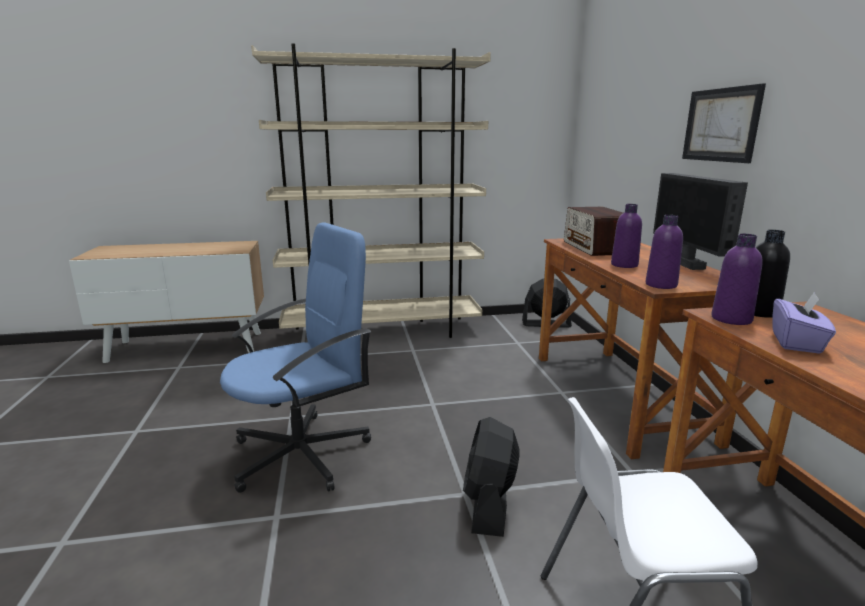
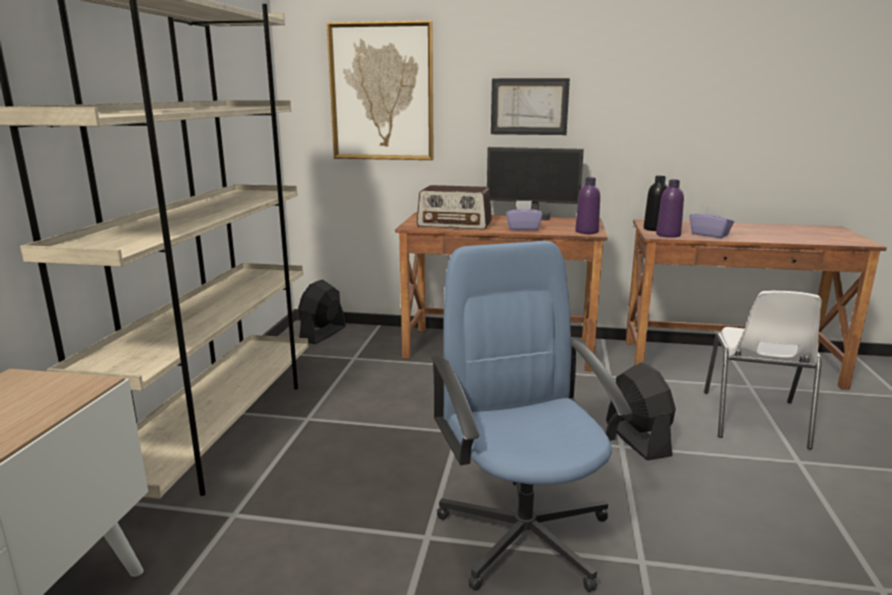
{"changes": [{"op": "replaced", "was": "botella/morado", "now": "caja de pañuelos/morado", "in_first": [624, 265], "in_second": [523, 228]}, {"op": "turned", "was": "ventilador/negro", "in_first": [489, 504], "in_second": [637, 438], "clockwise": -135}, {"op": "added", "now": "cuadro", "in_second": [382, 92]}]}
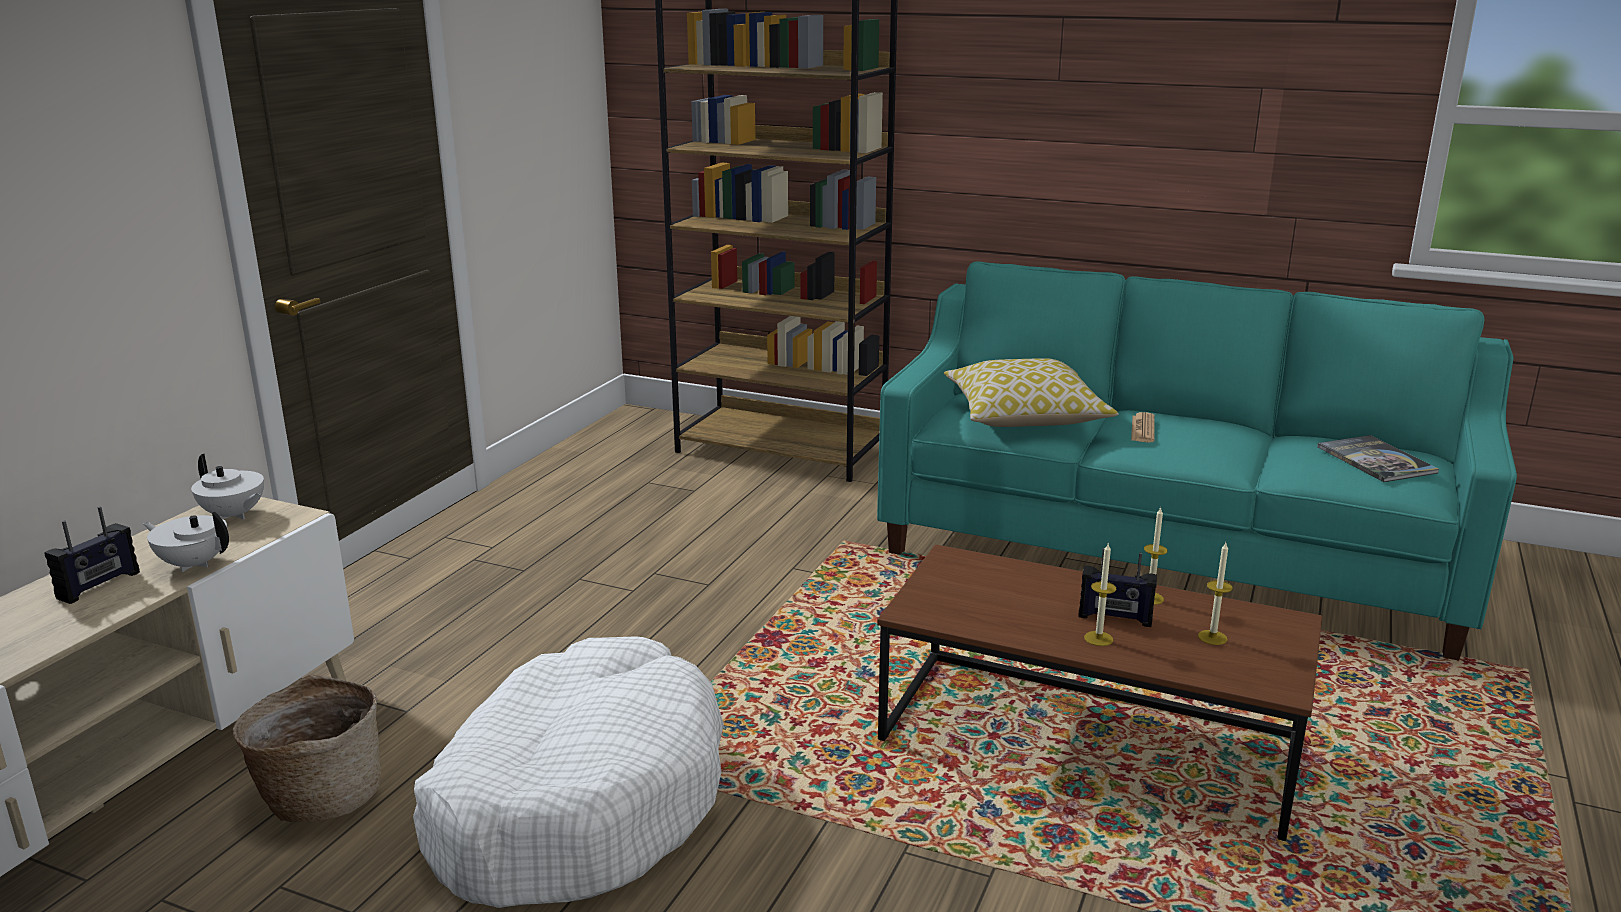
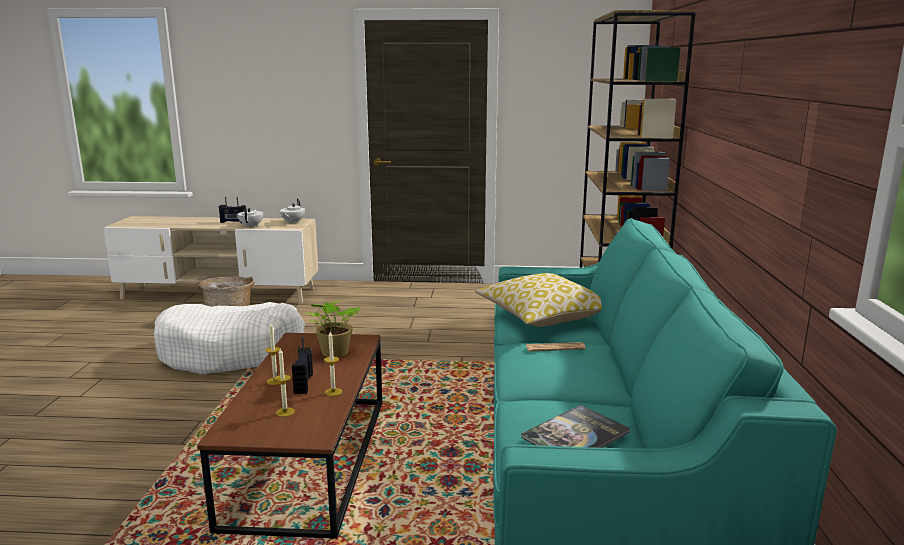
{"changes": [{"op": "added", "now": "planta en maceta", "in_second": [334, 353]}]}
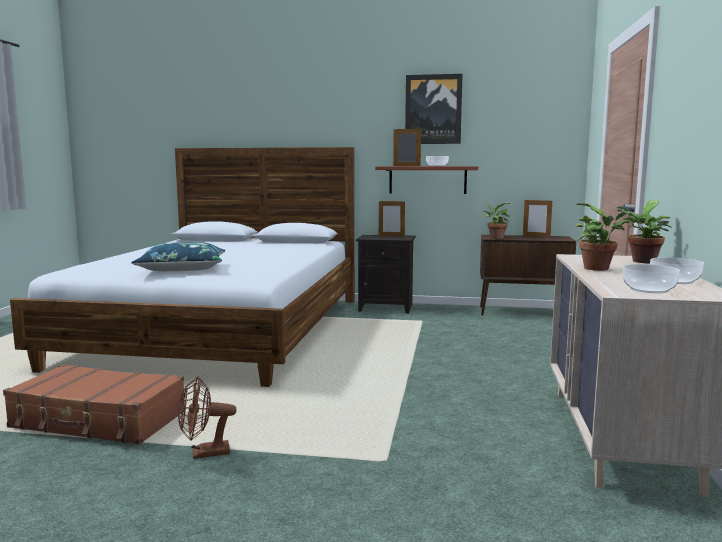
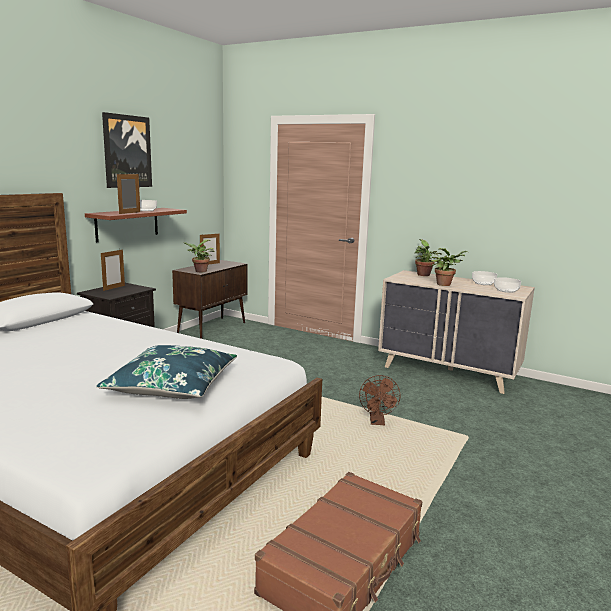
{"changes": [{"op": "moved", "was": "ventilador/marrón", "in_first": [204, 453], "in_second": [377, 422]}]}
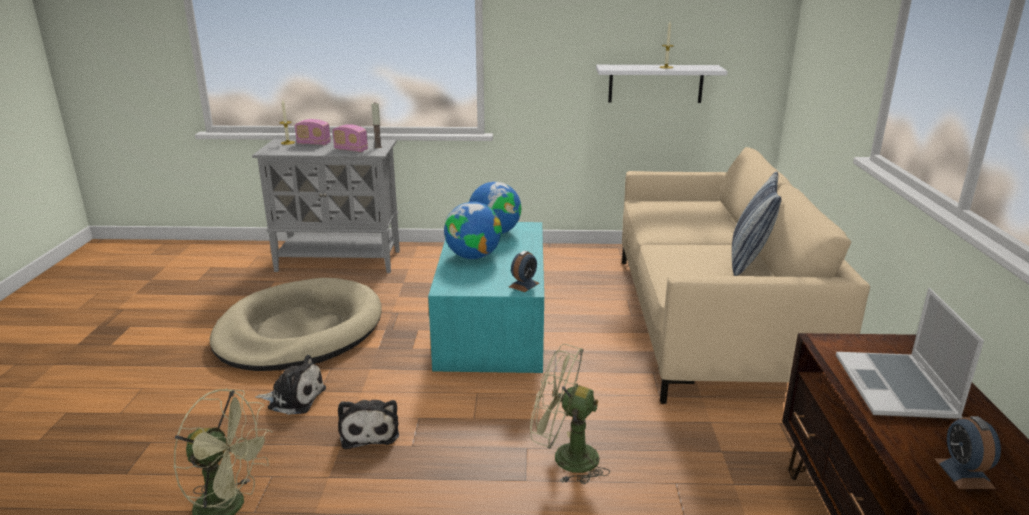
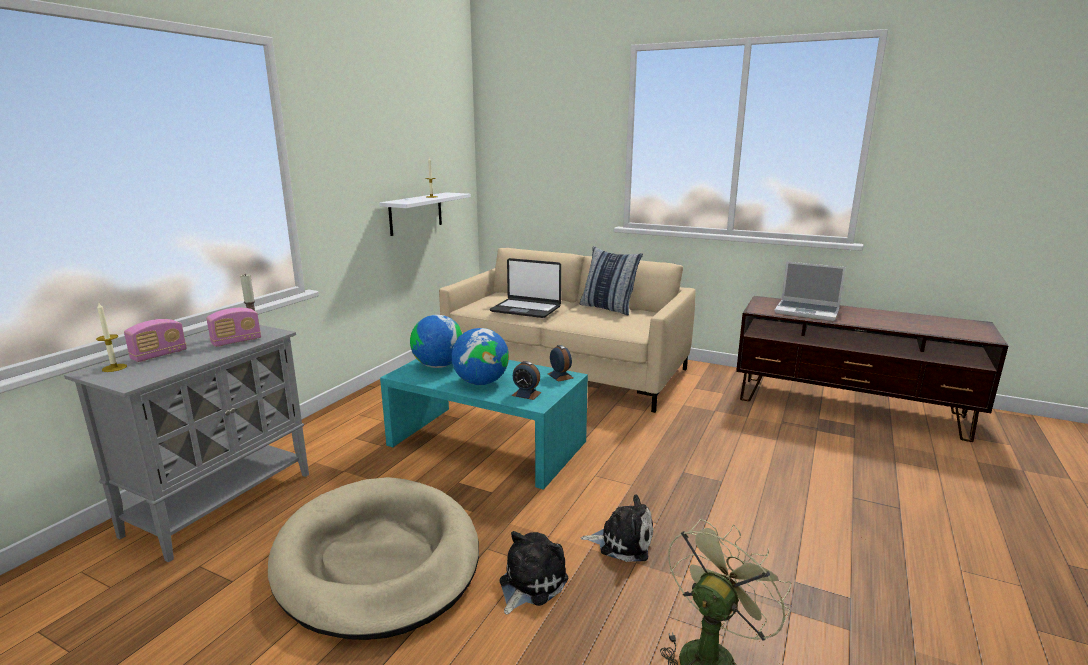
{"changes": [{"op": "removed", "was": "ventilador/verde", "in_first": [565, 458]}, {"op": "moved", "was": "despertador", "in_first": [964, 473], "in_second": [526, 394]}, {"op": "added", "now": "portátil", "in_second": [526, 309]}]}
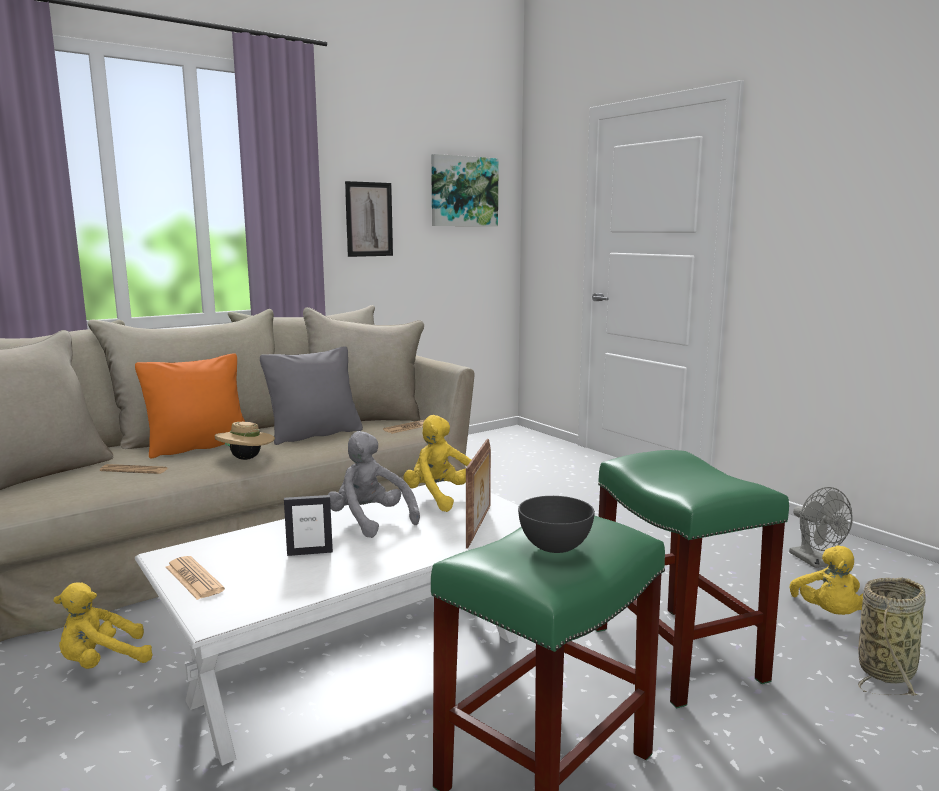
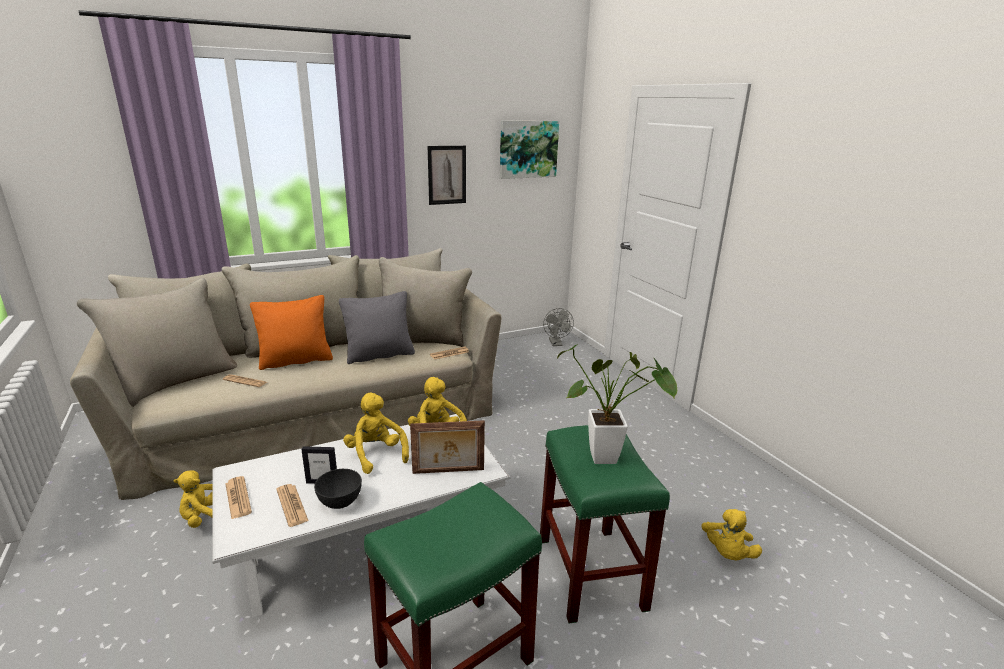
{"changes": [{"op": "removed", "was": "sombrero/beis", "in_first": [246, 459]}, {"op": "recoloured", "was": "peluche/gris", "now": "peluche/amarillo", "in_first": [370, 521], "in_second": [376, 454]}, {"op": "turned", "was": "portarretratos", "in_first": [479, 528], "in_second": [448, 472], "clockwise": 60}, {"op": "moved", "was": "ventilador/gris", "in_first": [815, 562], "in_second": [556, 344]}, {"op": "moved", "was": "cuenco/gris", "in_first": [555, 546], "in_second": [340, 502]}, {"op": "removed", "was": "cesta", "in_first": [887, 669]}, {"op": "added", "now": "planta en maceta", "in_second": [610, 458]}, {"op": "added", "now": "periódico", "in_second": [292, 505]}]}
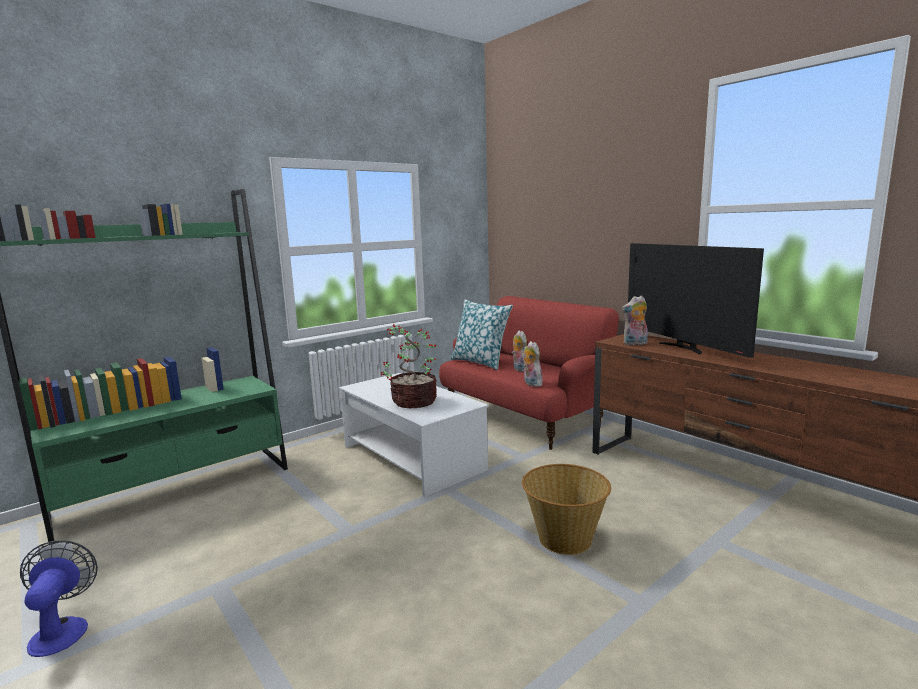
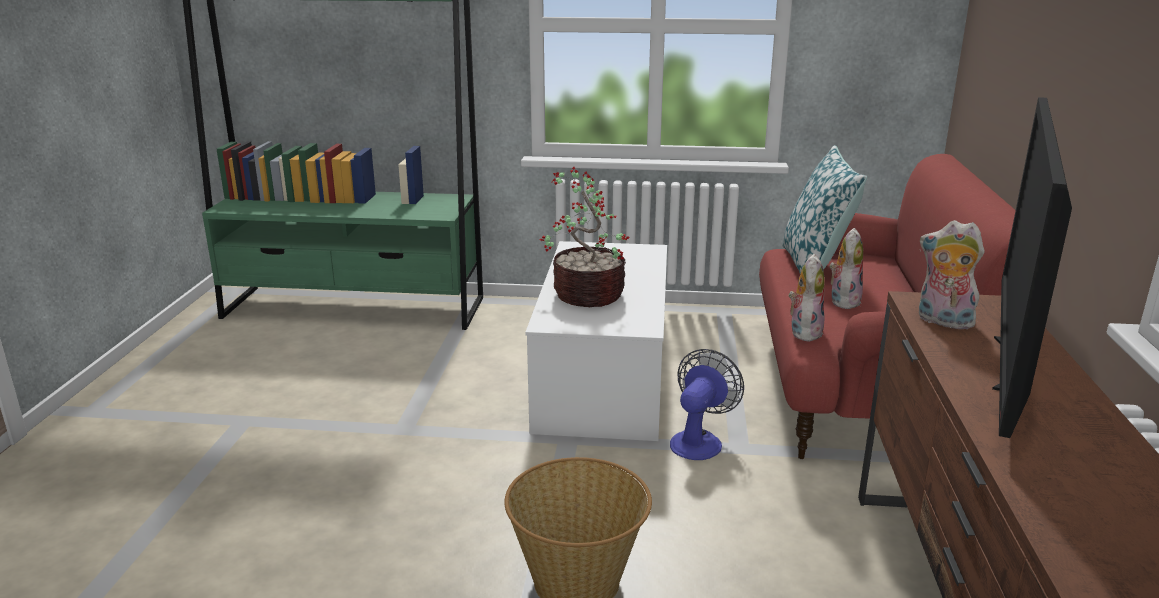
{"changes": [{"op": "moved", "was": "ventilador", "in_first": [62, 629], "in_second": [699, 440]}]}
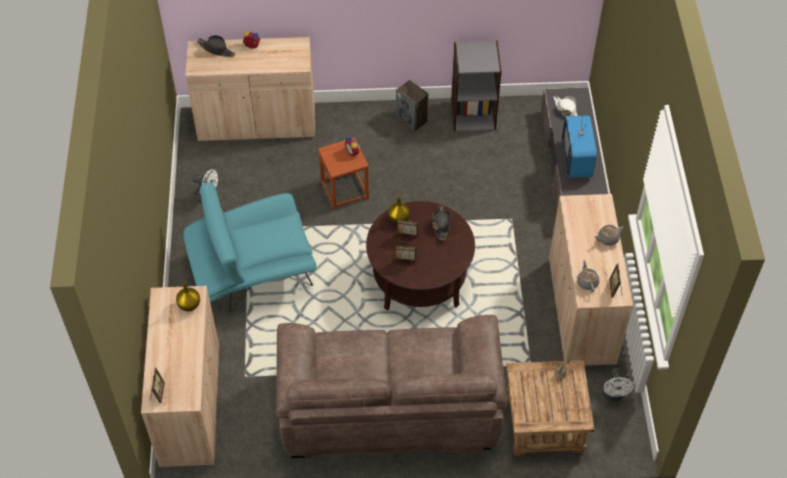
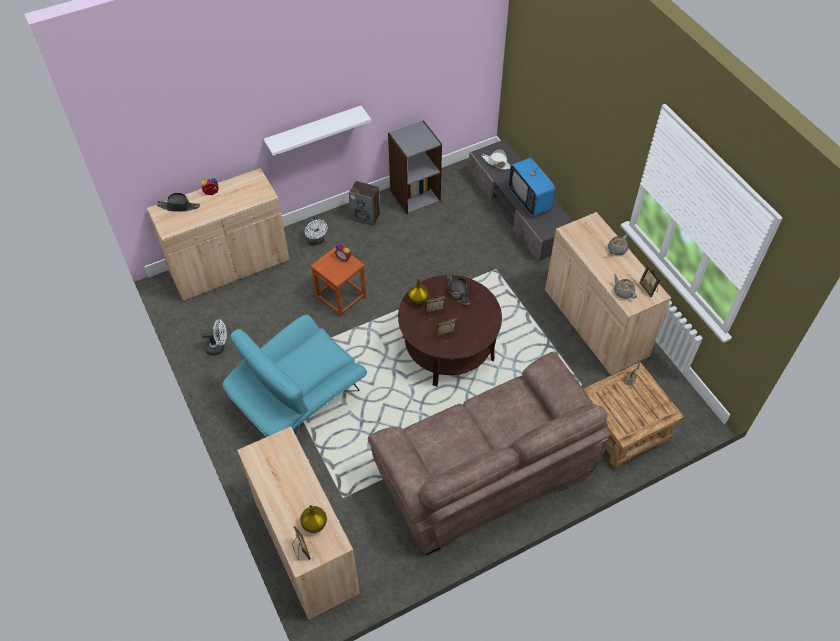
{"changes": [{"op": "moved", "was": "florero/amarillo", "in_first": [189, 305], "in_second": [314, 524]}, {"op": "moved", "was": "ventilador/blanco", "in_first": [613, 395], "in_second": [316, 241]}, {"op": "added", "now": "estante/blanco", "in_second": [314, 131]}]}
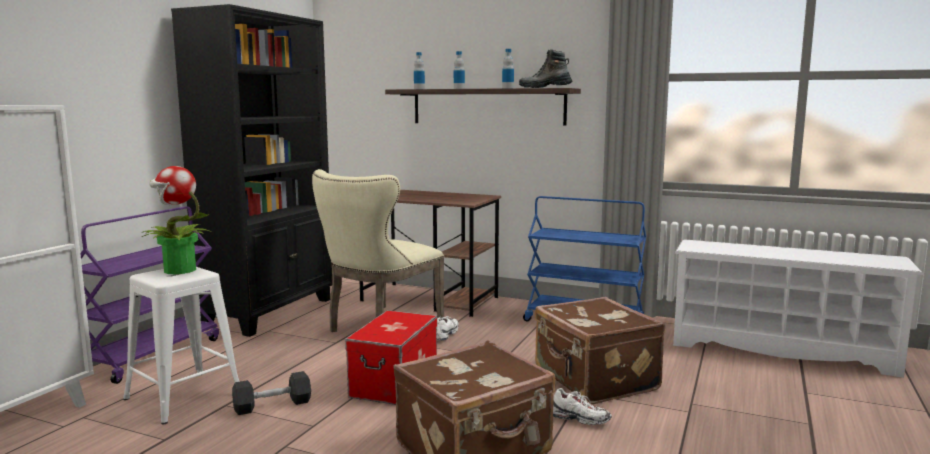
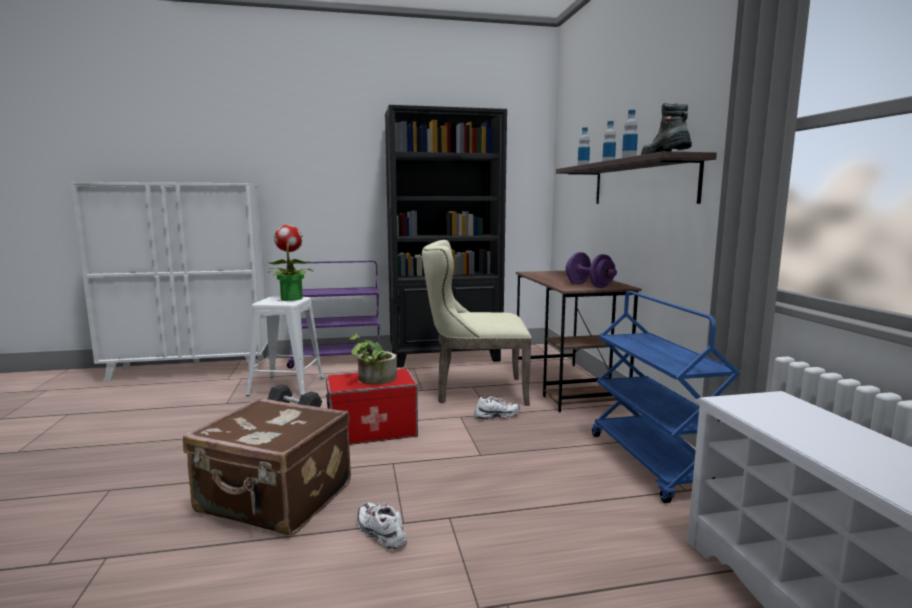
{"changes": [{"op": "removed", "was": "maleta/marrón", "in_first": [594, 380]}, {"op": "turned", "was": "zapato/blanco", "in_first": [579, 419], "in_second": [380, 533], "clockwise": 150}, {"op": "added", "now": "mancuerna/morado", "in_second": [589, 285]}, {"op": "added", "now": "planta en maceta", "in_second": [373, 380]}]}
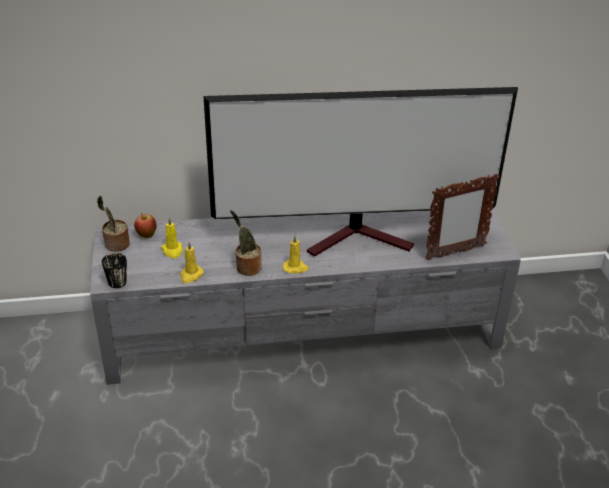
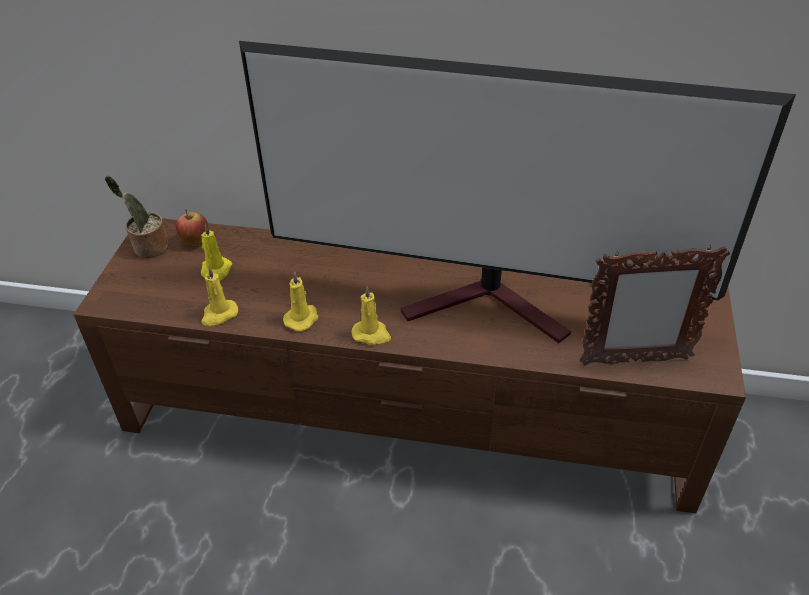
{"changes": [{"op": "recoloured", "was": "mueble de televisión/gris", "now": "mueble de televisión/marrón", "in_first": [304, 331], "in_second": [410, 414]}, {"op": "replaced", "was": "planta en maceta", "now": "vela/amarillo", "in_first": [247, 267], "in_second": [302, 318]}, {"op": "removed", "was": "taza grande/negro", "in_first": [118, 278]}]}
